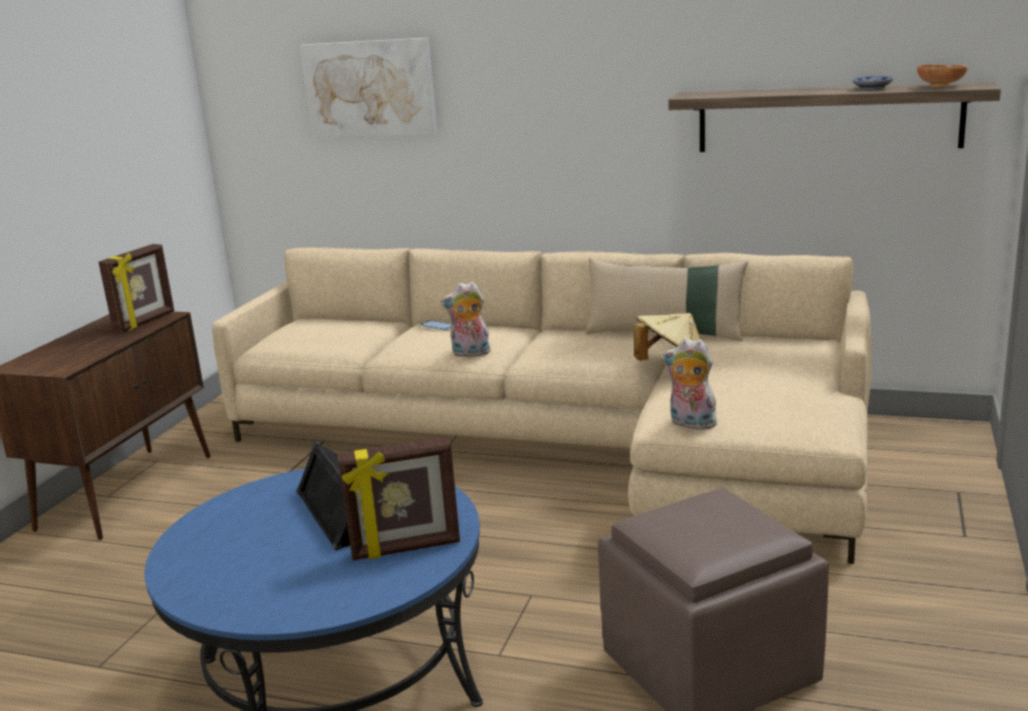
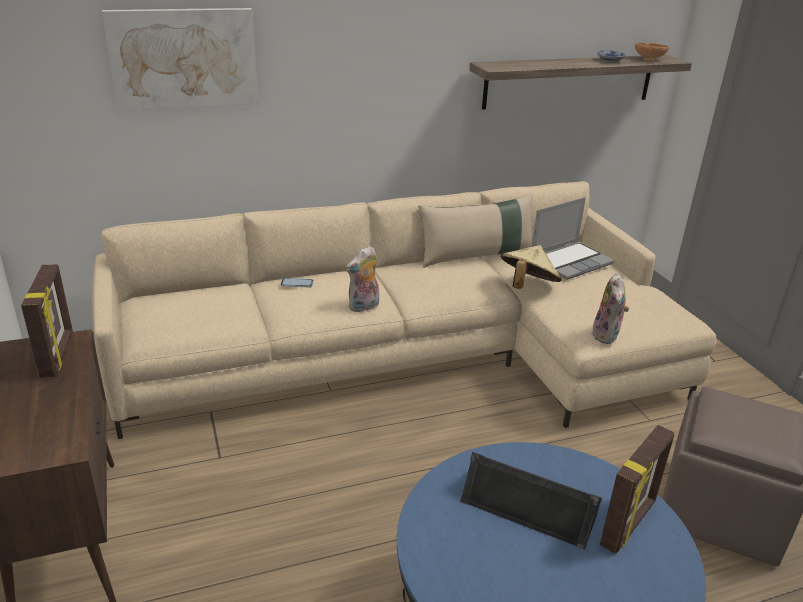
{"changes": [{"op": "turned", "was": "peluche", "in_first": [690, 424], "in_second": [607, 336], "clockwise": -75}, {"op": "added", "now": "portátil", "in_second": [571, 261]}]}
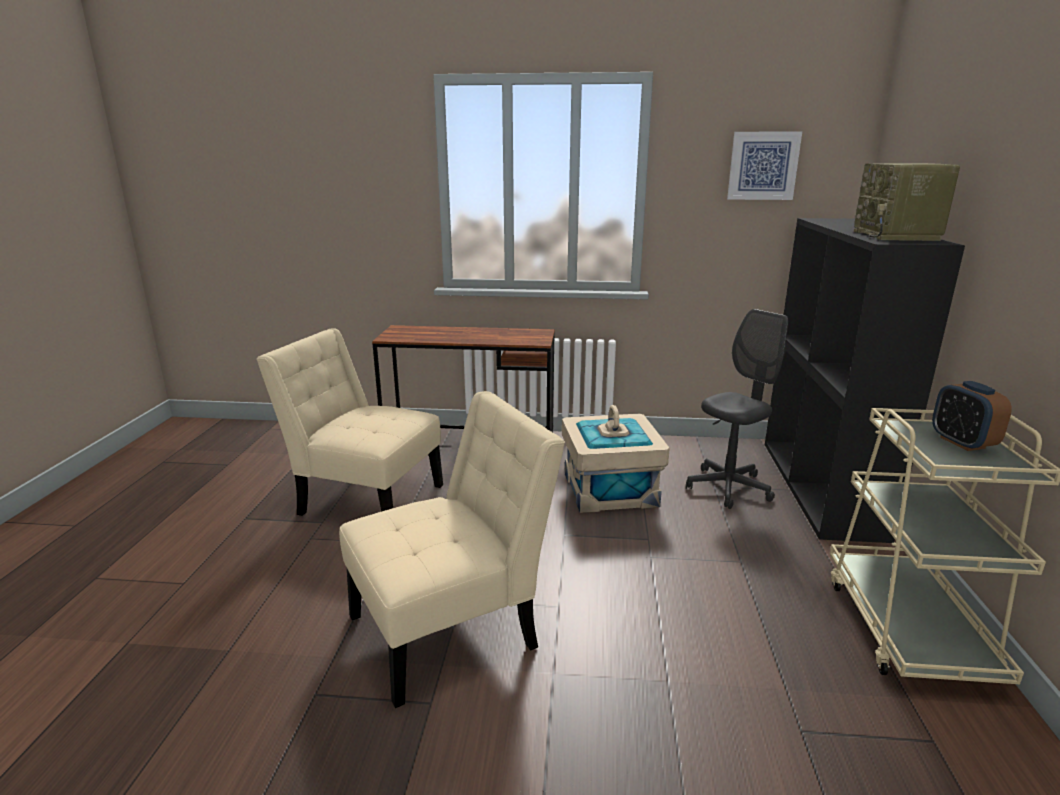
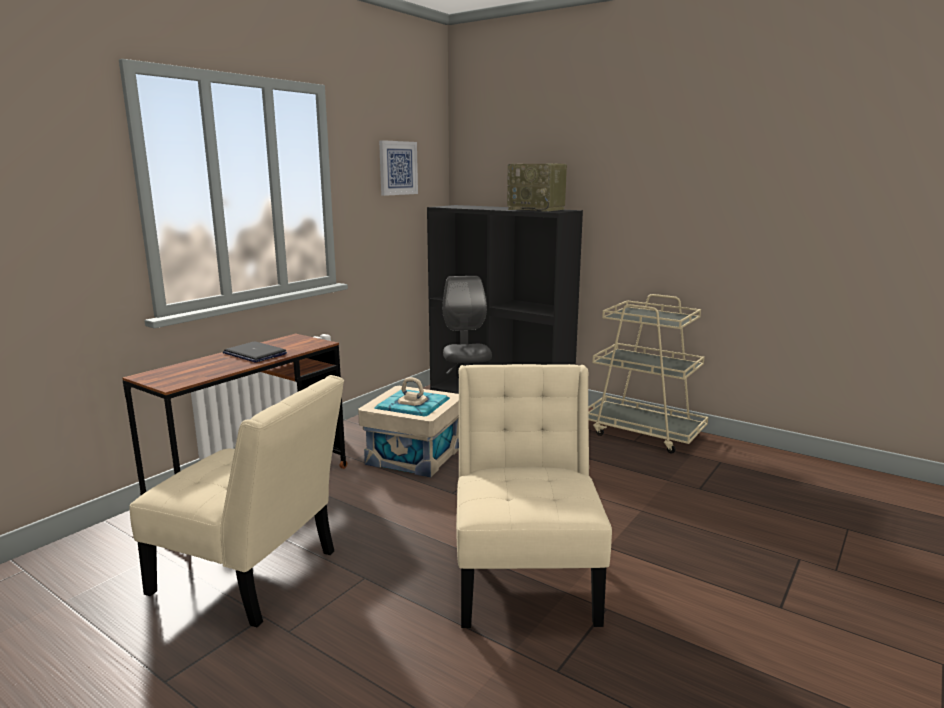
{"changes": [{"op": "turned", "was": "silla/beis", "in_first": [365, 498], "in_second": [253, 576], "clockwise": -120}, {"op": "removed", "was": "despertador", "in_first": [962, 443]}, {"op": "added", "now": "portátil", "in_second": [254, 354]}]}
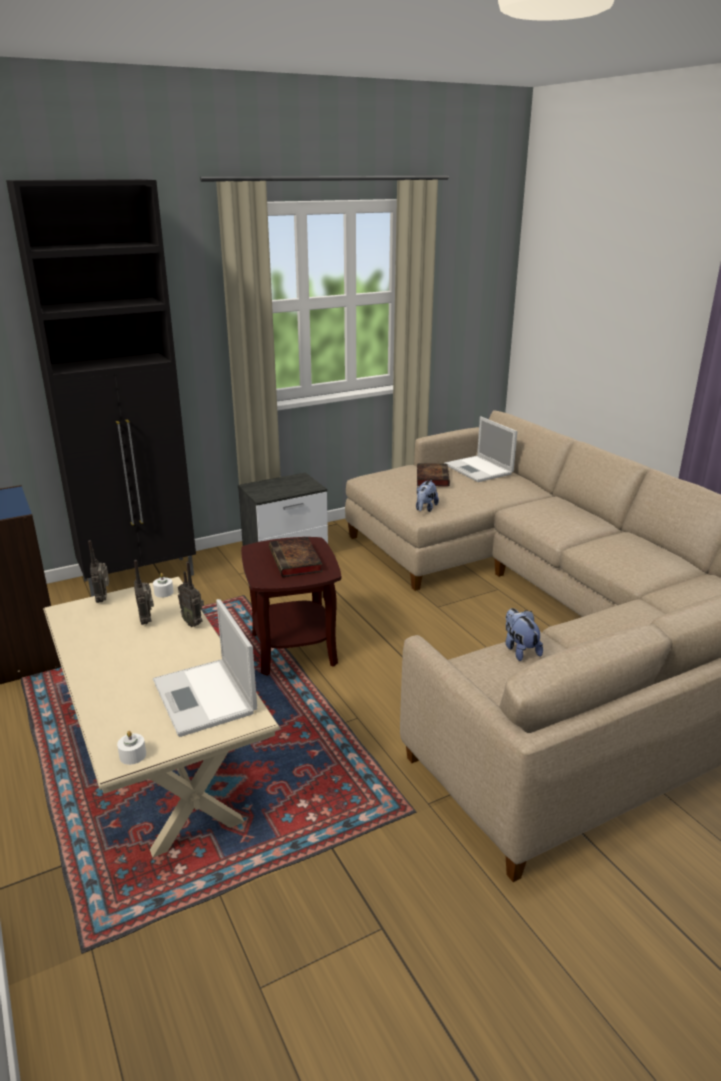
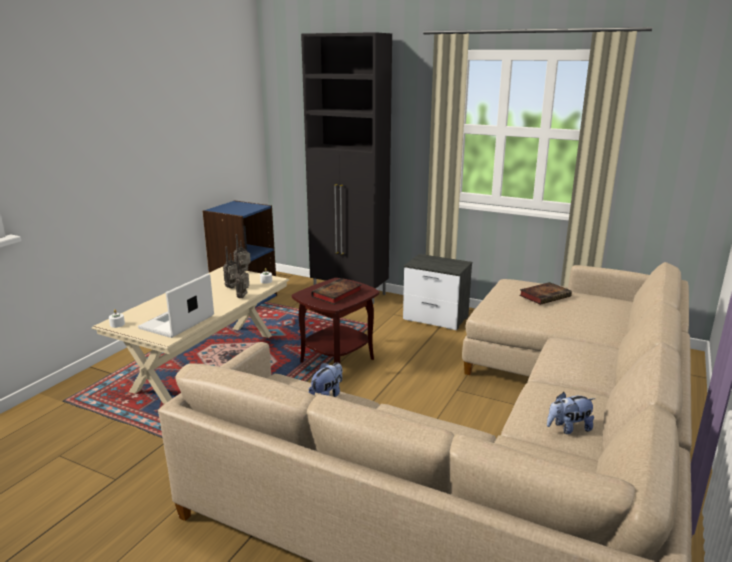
{"changes": [{"op": "removed", "was": "portátil", "in_first": [479, 469]}, {"op": "moved", "was": "peluche", "in_first": [425, 508], "in_second": [568, 428]}]}
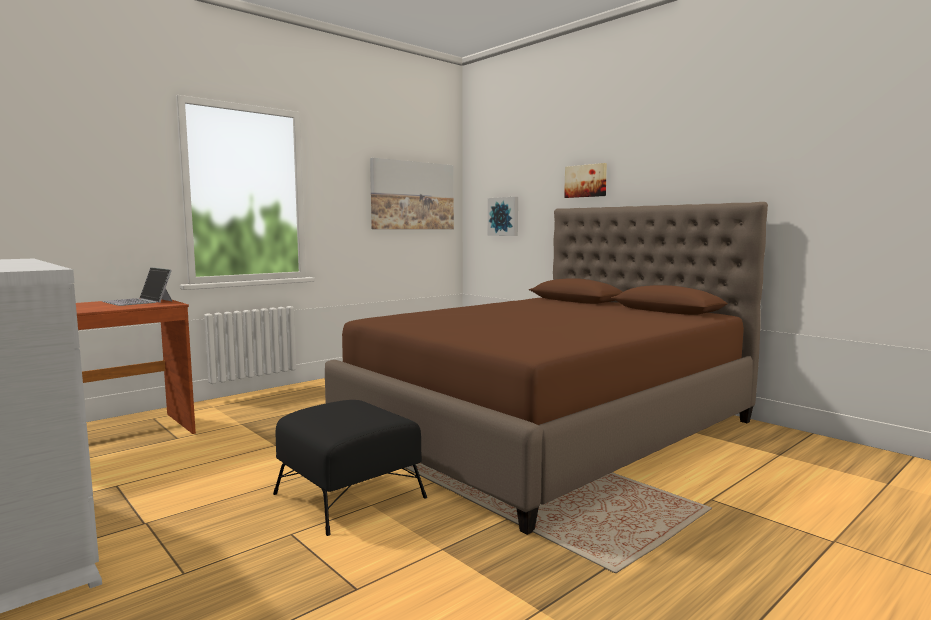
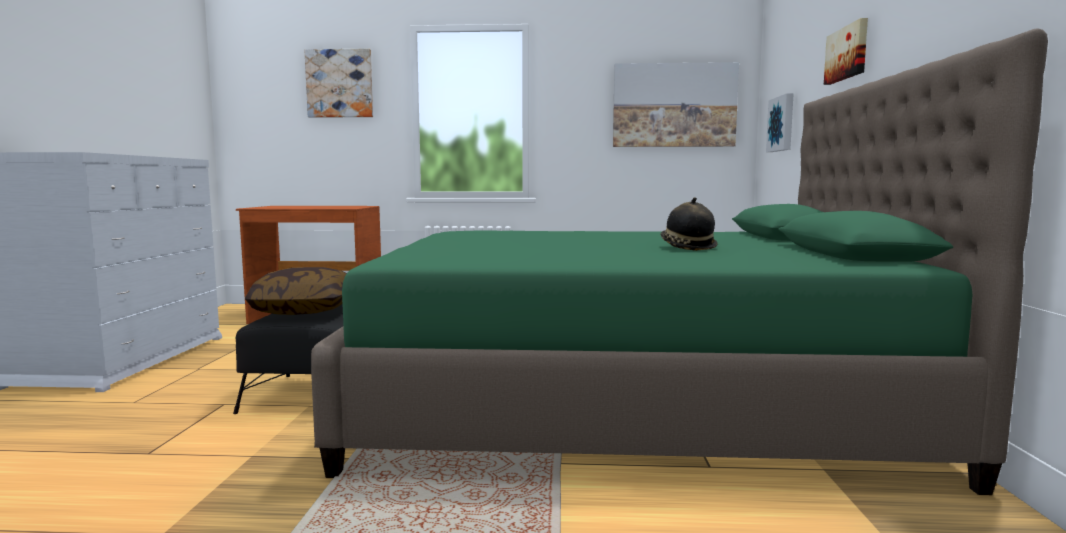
{"changes": [{"op": "recoloured", "was": "cama/marrón", "now": "cama/verde", "in_first": [548, 428], "in_second": [626, 400]}, {"op": "removed", "was": "portátil", "in_first": [138, 301]}, {"op": "added", "now": "cuadro", "in_second": [340, 83]}, {"op": "added", "now": "sombrero", "in_second": [687, 247]}, {"op": "added", "now": "cojín", "in_second": [304, 310]}]}
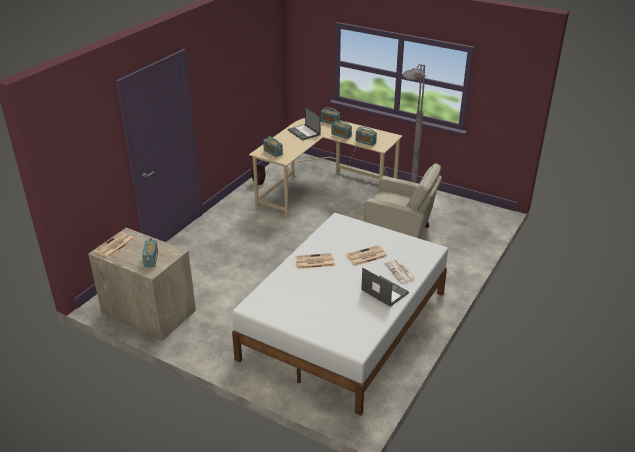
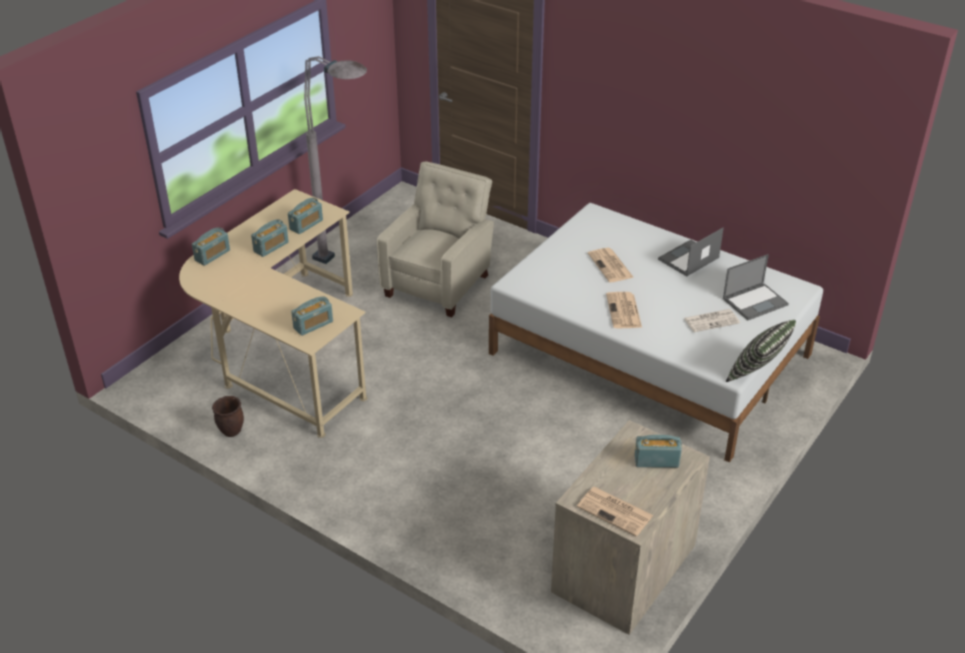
{"changes": [{"op": "moved", "was": "portátil", "in_first": [304, 132], "in_second": [755, 301]}, {"op": "moved", "was": "periódico", "in_first": [400, 271], "in_second": [712, 320]}, {"op": "added", "now": "cojín", "in_second": [757, 373]}]}
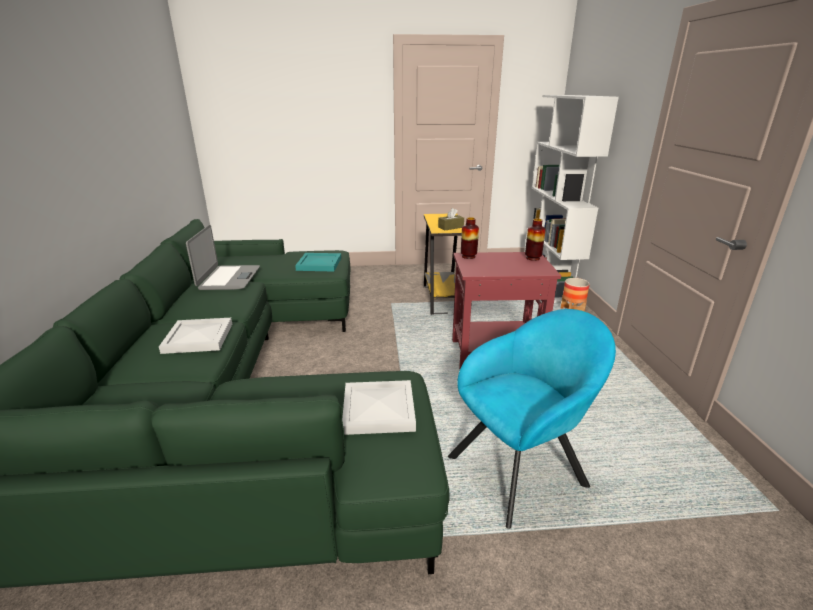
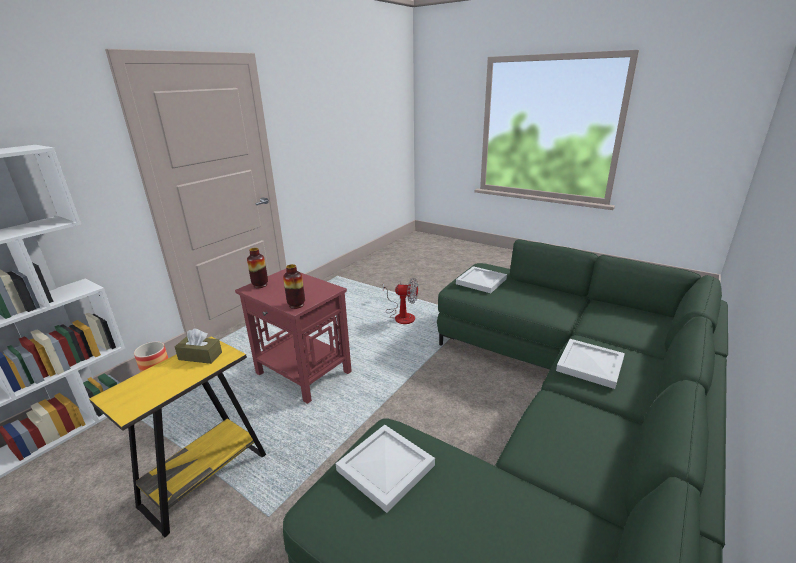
{"changes": [{"op": "removed", "was": "portátil", "in_first": [229, 278]}, {"op": "recoloured", "was": "bandeja/turquesa", "now": "bandeja/blanco", "in_first": [318, 264], "in_second": [387, 467]}, {"op": "replaced", "was": "sillón/turquesa", "now": "ventilador", "in_first": [522, 468], "in_second": [401, 315]}]}
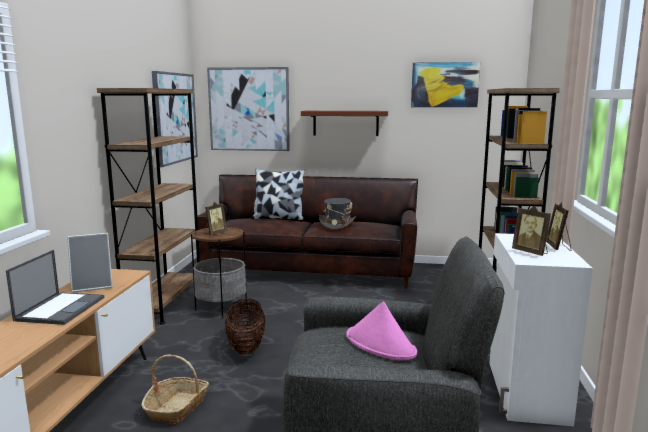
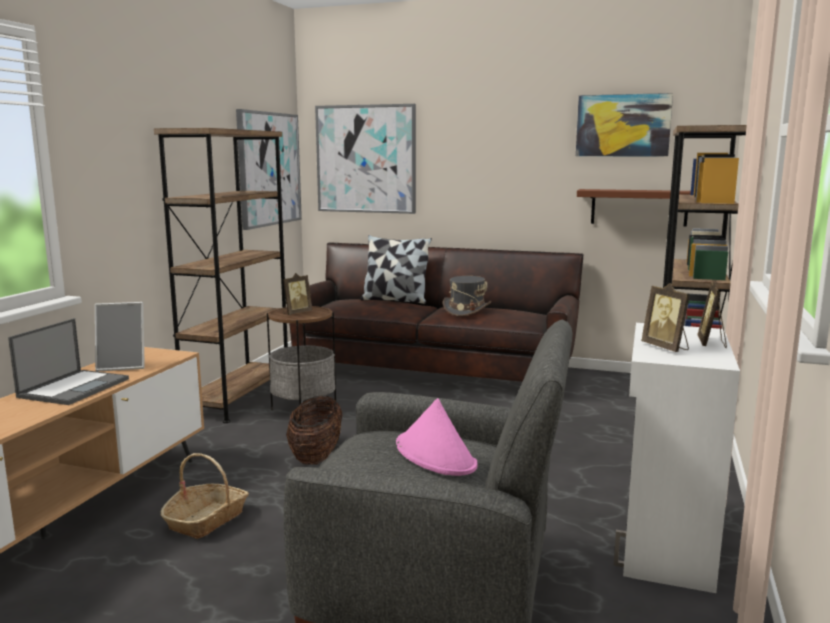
{"changes": [{"op": "moved", "was": "estante/marrón", "in_first": [345, 123], "in_second": [639, 207]}]}
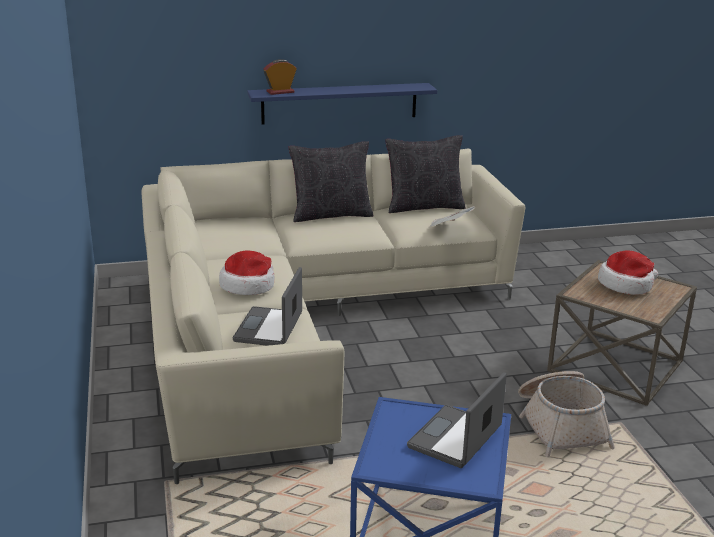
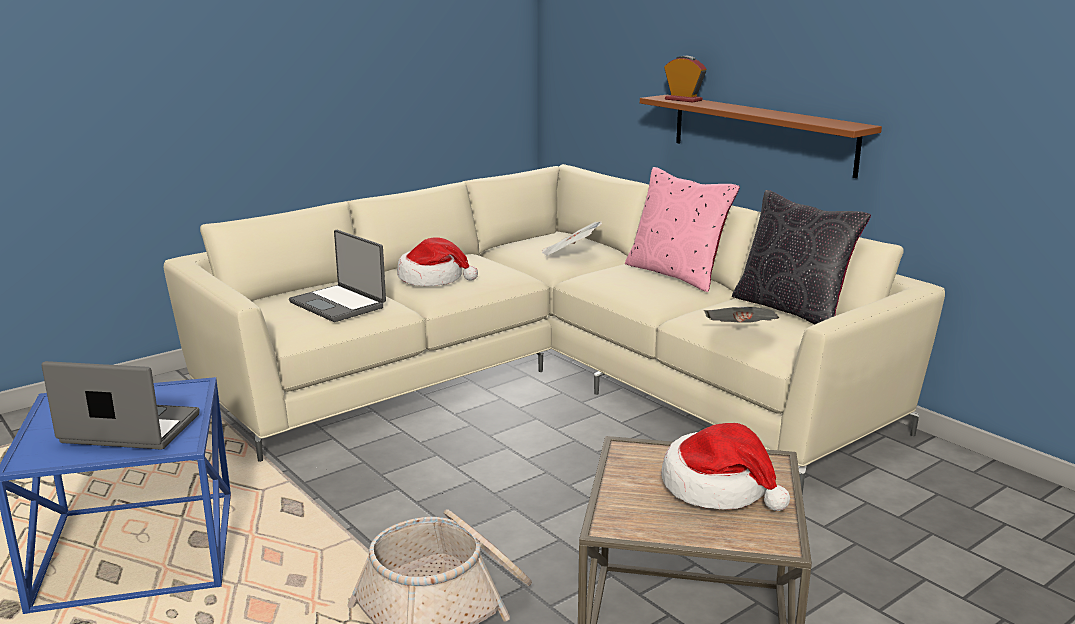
{"changes": [{"op": "recoloured", "was": "estante/azul", "now": "estante/marrón", "in_first": [339, 103], "in_second": [761, 134]}, {"op": "recoloured", "was": "cojín/negro", "now": "cojín/rosa", "in_first": [331, 215], "in_second": [676, 274]}, {"op": "turned", "was": "portátil", "in_first": [270, 328], "in_second": [339, 304], "clockwise": -120}, {"op": "added", "now": "periódico", "in_second": [569, 255]}]}
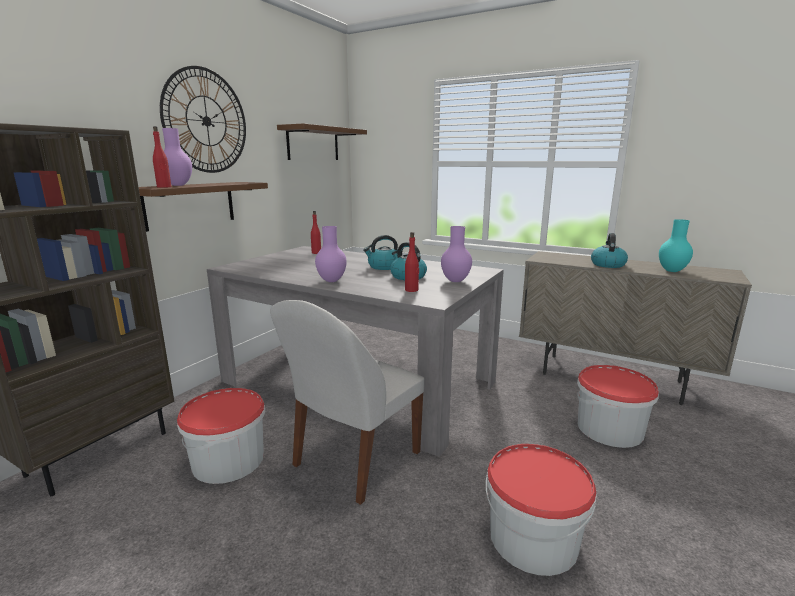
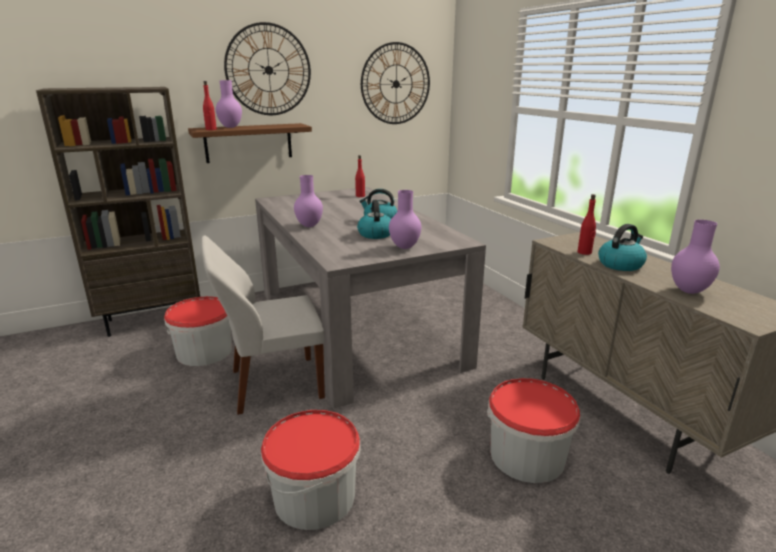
{"changes": [{"op": "replaced", "was": "estante/marrón", "now": "reloj de pared", "in_first": [313, 144], "in_second": [396, 84]}, {"op": "recoloured", "was": "florero/turquesa", "now": "florero/morado", "in_first": [671, 271], "in_second": [688, 290]}, {"op": "moved", "was": "botella/rojo", "in_first": [411, 290], "in_second": [584, 252]}]}
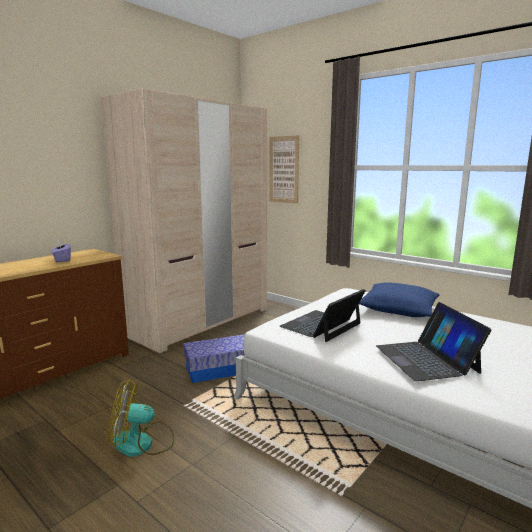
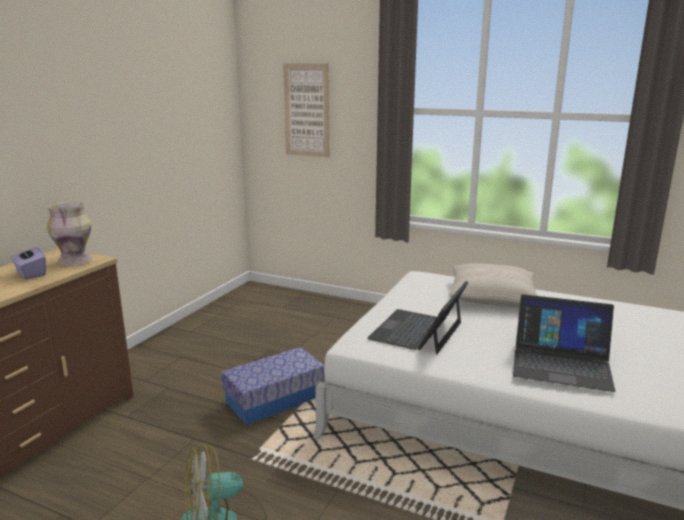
{"changes": [{"op": "removed", "was": "armario ropero/beis", "in_first": [200, 322]}, {"op": "recoloured", "was": "cojín/azul", "now": "cojín/beis", "in_first": [398, 309], "in_second": [492, 296]}, {"op": "turned", "was": "portátil", "in_first": [426, 359], "in_second": [561, 363], "clockwise": -45}, {"op": "added", "now": "florero", "in_second": [75, 261]}]}
